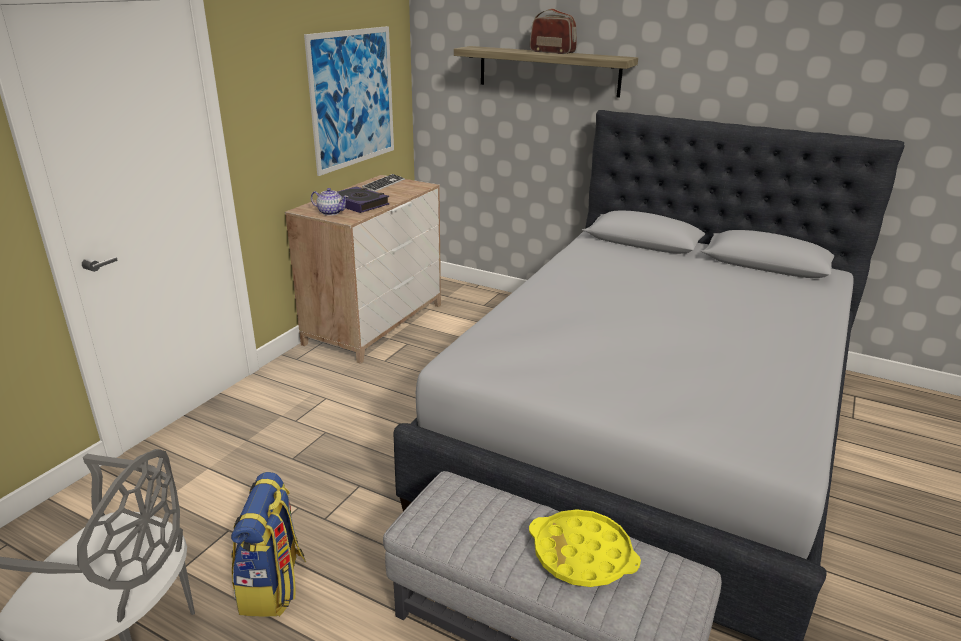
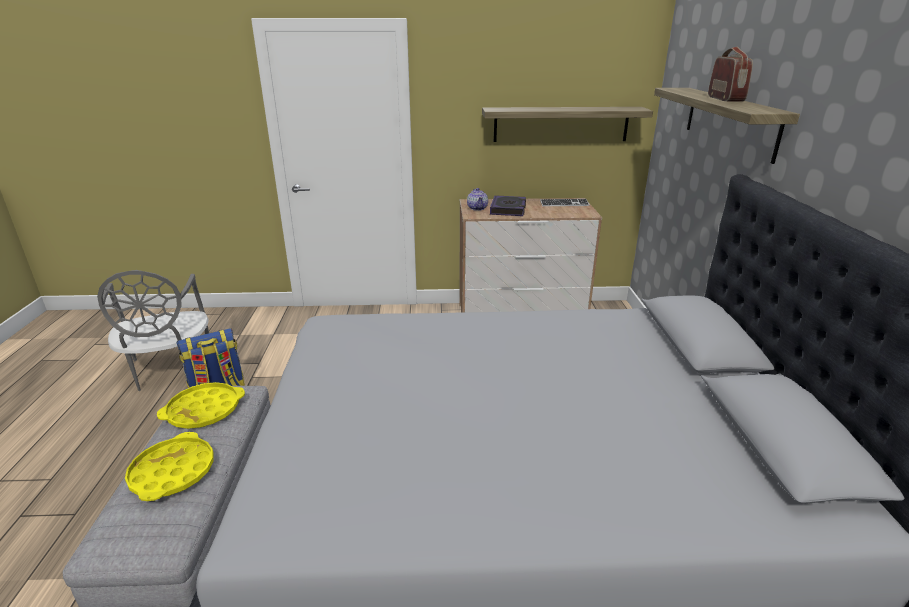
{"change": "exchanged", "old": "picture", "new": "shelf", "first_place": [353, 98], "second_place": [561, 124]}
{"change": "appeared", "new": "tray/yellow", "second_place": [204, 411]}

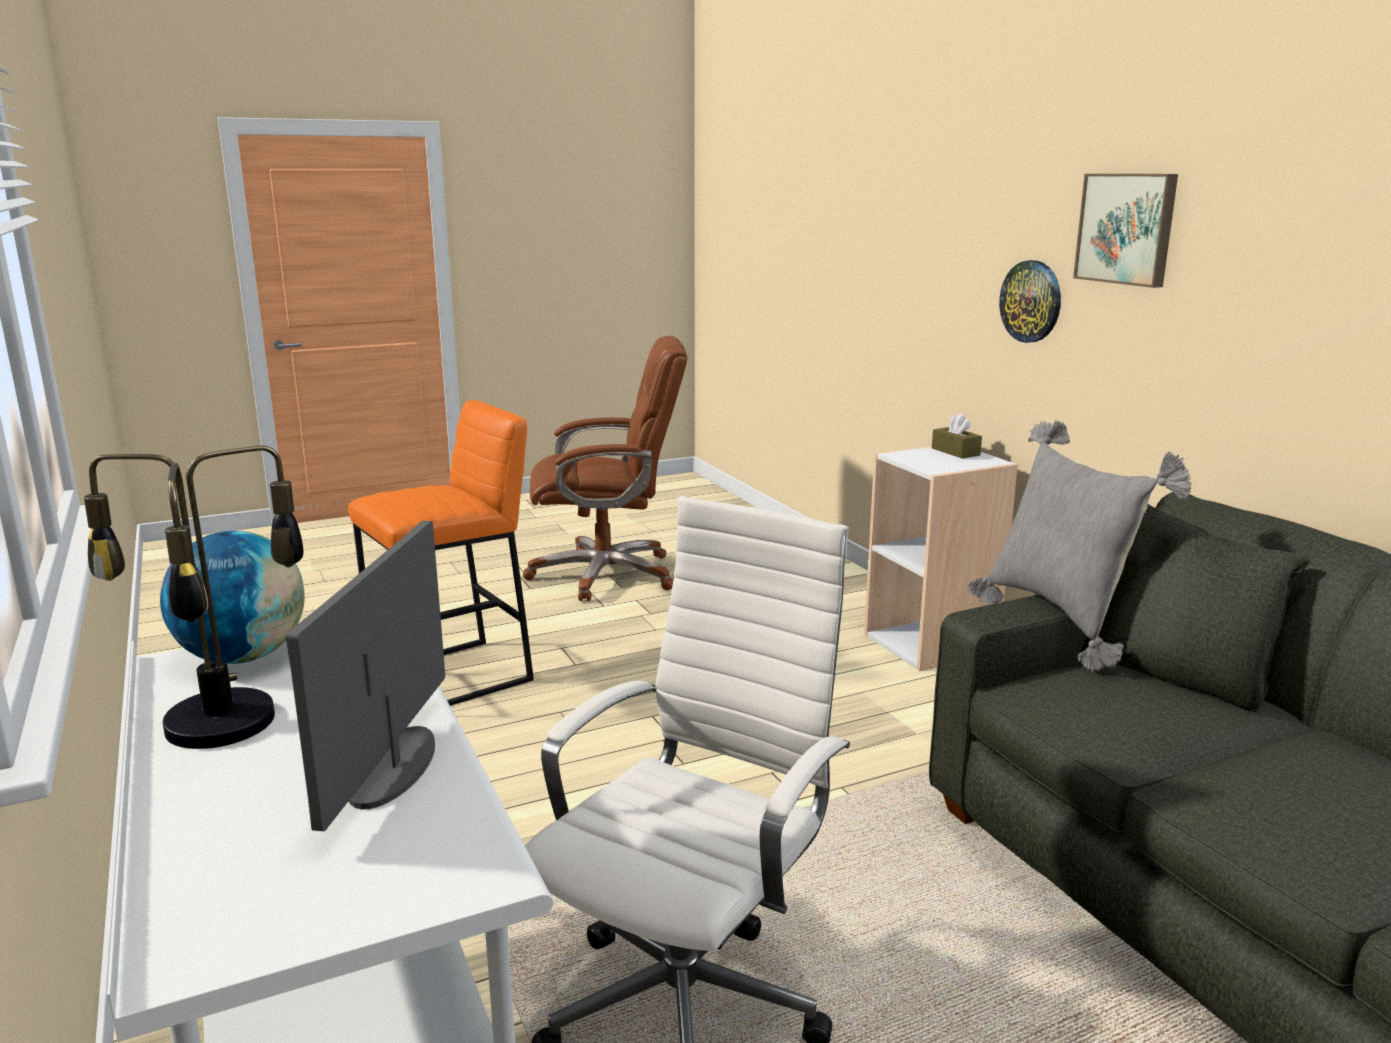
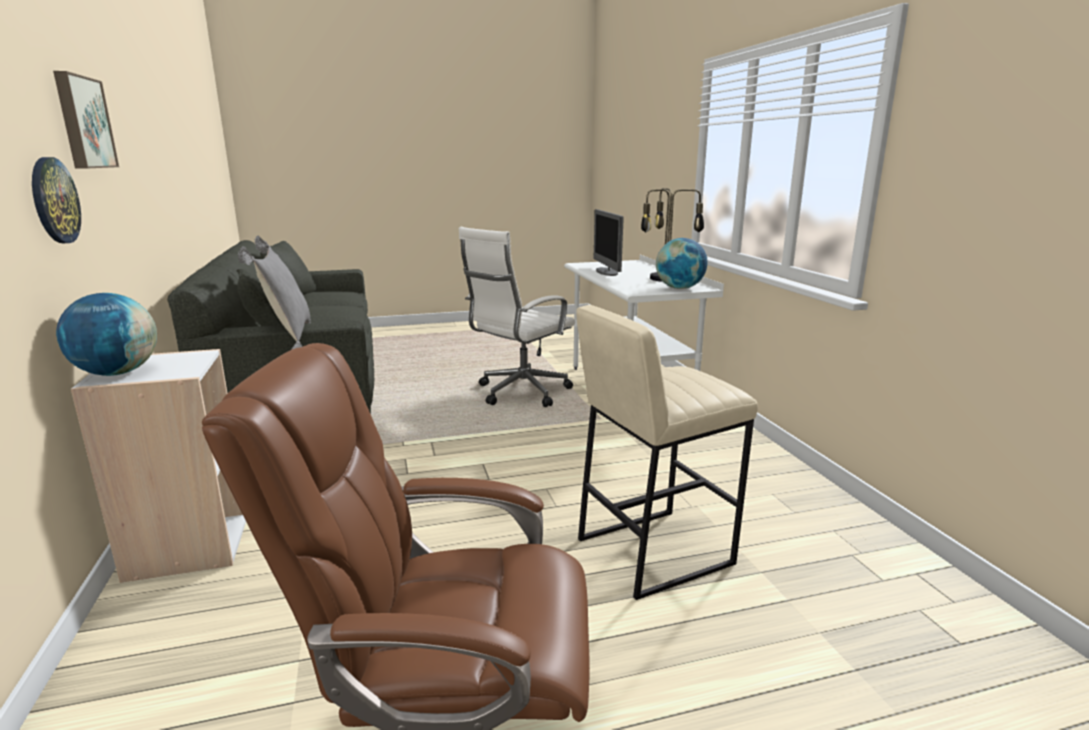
{"change": "colour", "old": "stool/orange", "new": "stool/beige", "first_place": [454, 676], "second_place": [652, 552]}
{"change": "exchanged", "old": "tissue box/brown", "new": "globe", "first_place": [955, 452], "second_place": [117, 373]}
{"change": "spun", "old": "monitor", "first_place": [392, 768], "second_place": [607, 272], "degrees": 150}

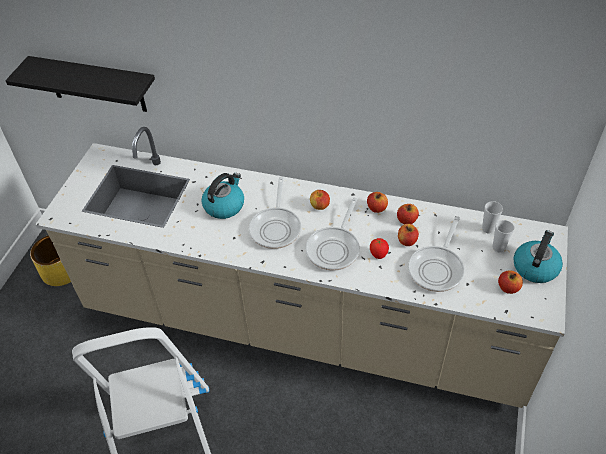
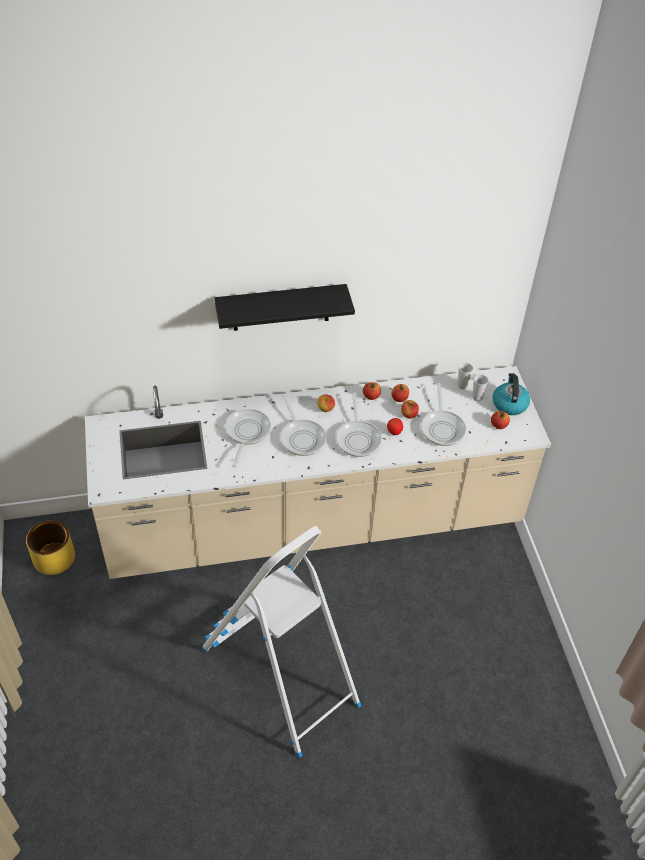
{"change": "relocated", "old": "shelf/black", "first_place": [96, 84], "second_place": [281, 307]}
{"change": "exchanged", "old": "kettle", "new": "frying pan", "first_place": [224, 205], "second_place": [246, 433]}

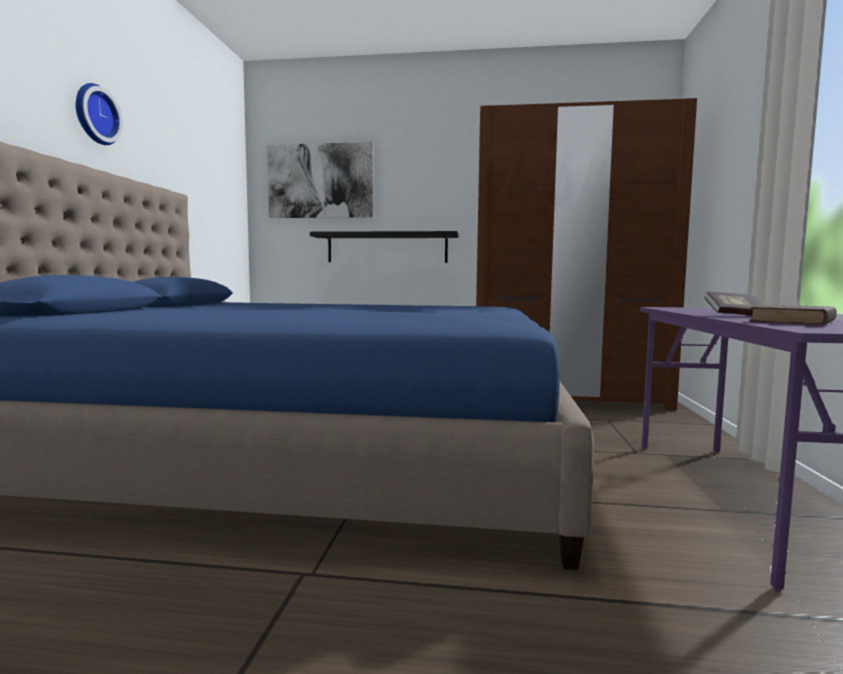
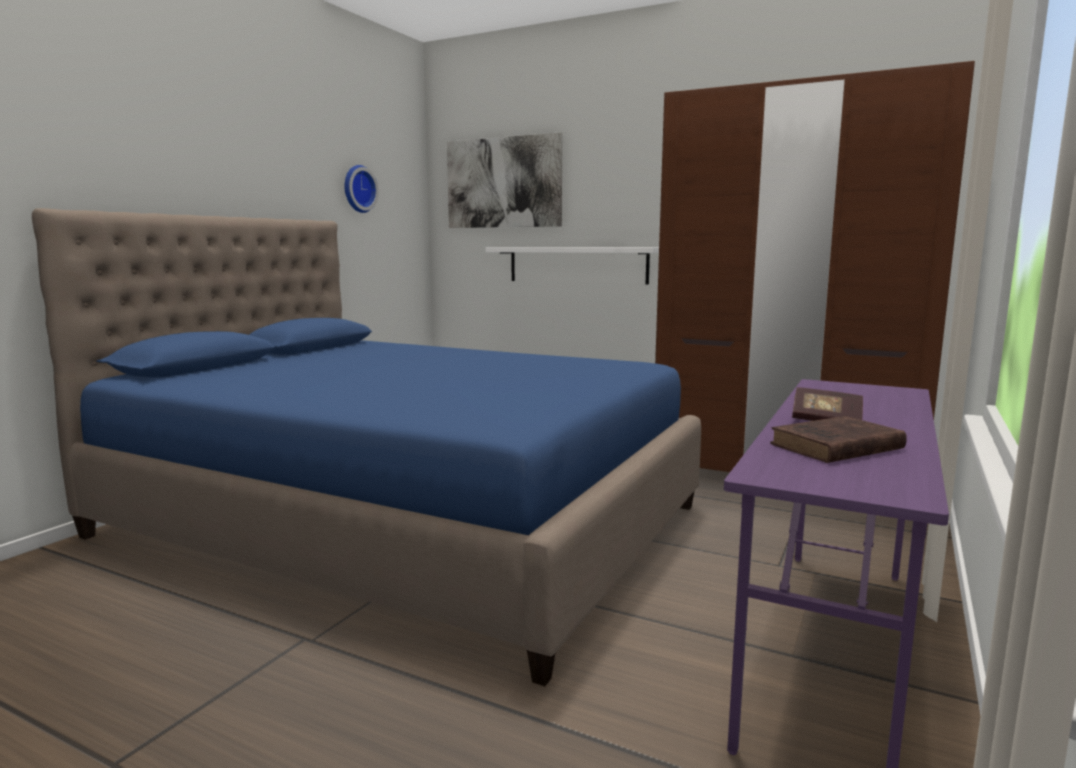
{"change": "relocated", "old": "wall clock", "first_place": [94, 115], "second_place": [357, 189]}
{"change": "colour", "old": "shelf/black", "new": "shelf/white", "first_place": [387, 248], "second_place": [577, 264]}

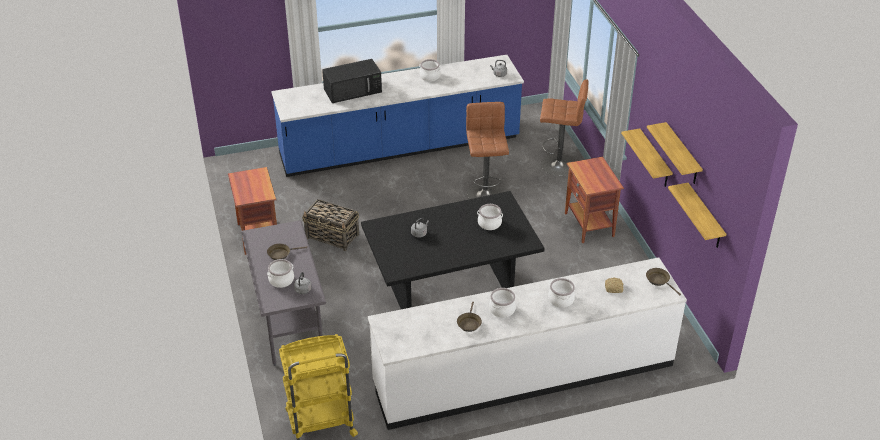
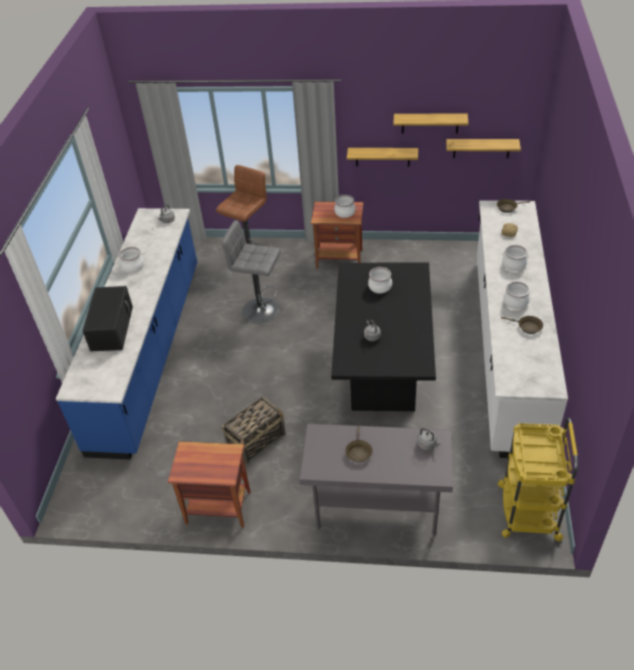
{"change": "colour", "old": "stool/brown", "new": "stool/grey", "first_place": [485, 194], "second_place": [260, 310]}
{"change": "relocated", "old": "cooking pot", "first_place": [281, 280], "second_place": [345, 212]}

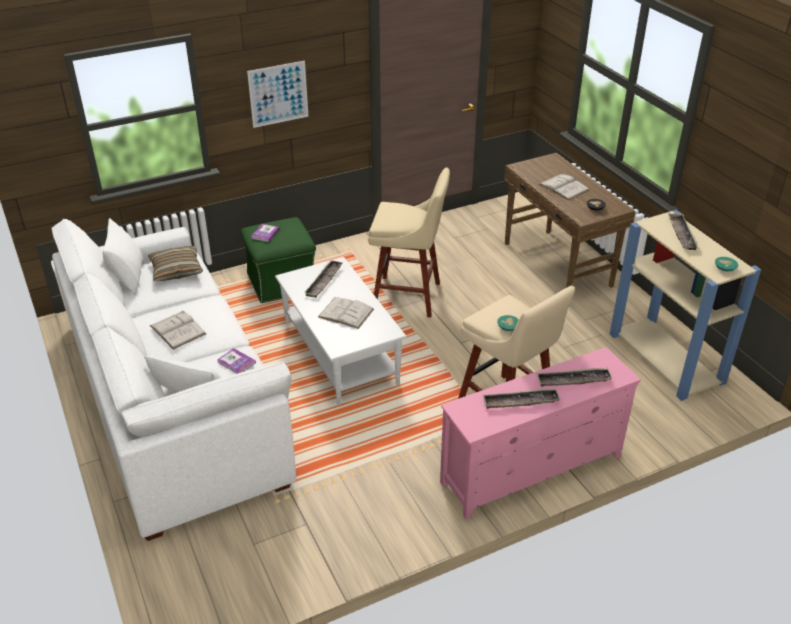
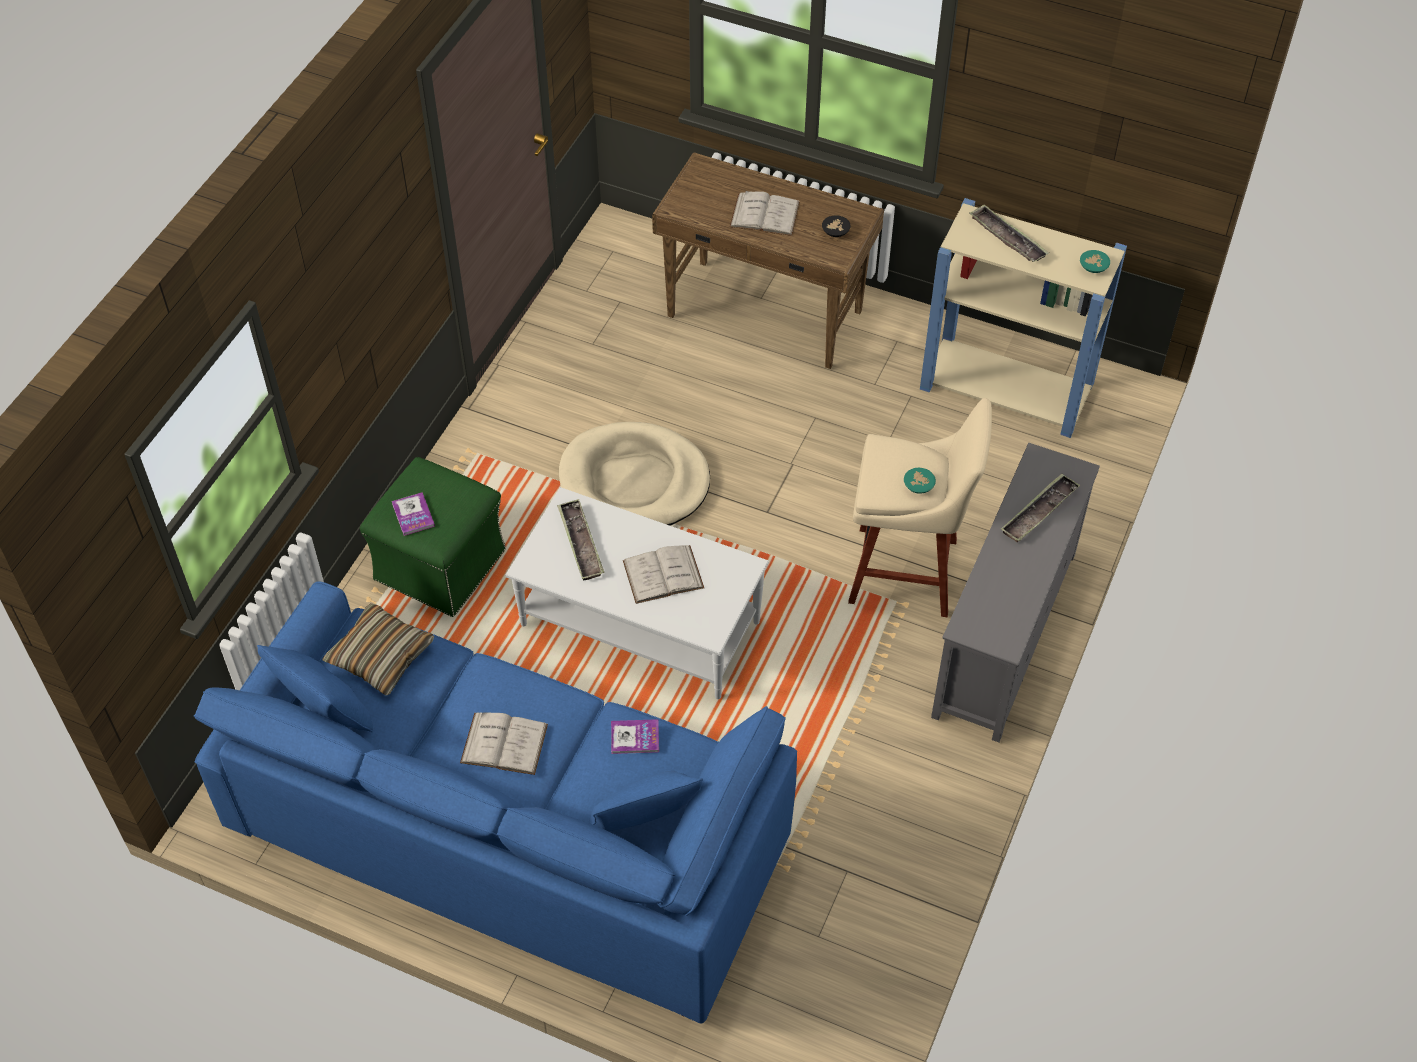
{"change": "missing", "old": "picture", "first_place": [278, 94]}
{"change": "exchanged", "old": "stool/beige", "new": "dog bed/beige", "first_place": [408, 297], "second_place": [634, 482]}
{"change": "colour", "old": "sofa/white", "new": "sofa/blue", "first_place": [175, 398], "second_place": [510, 830]}
{"change": "colour", "old": "tv stand/pink", "new": "tv stand/grey", "first_place": [531, 470], "second_place": [1005, 635]}
{"change": "missing", "old": "tray", "first_place": [520, 402]}

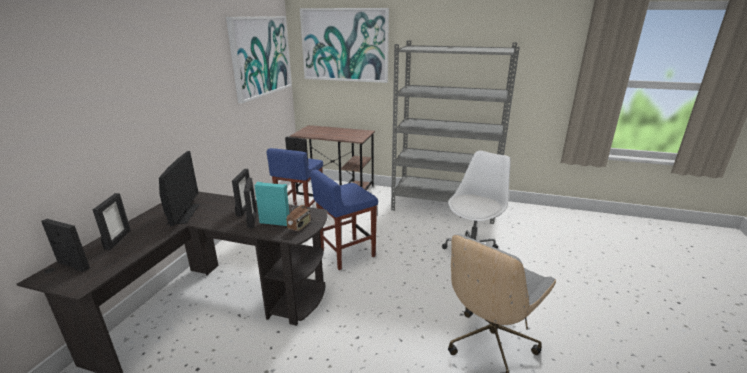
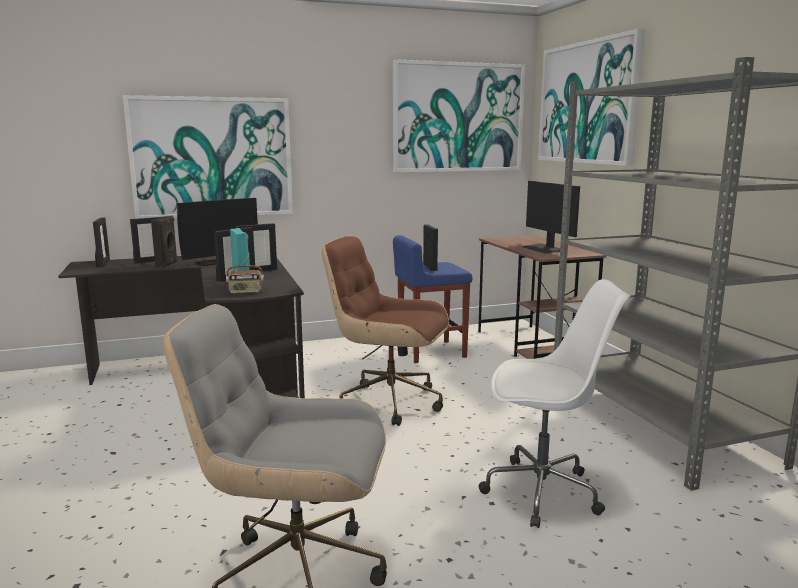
{"change": "exchanged", "old": "stool/blue", "new": "office chair/brown", "first_place": [346, 253], "second_place": [387, 402]}
{"change": "appeared", "new": "picture", "second_place": [212, 157]}
{"change": "appeared", "new": "monitor", "second_place": [544, 249]}
{"change": "appeared", "new": "speaker/black", "second_place": [167, 264]}

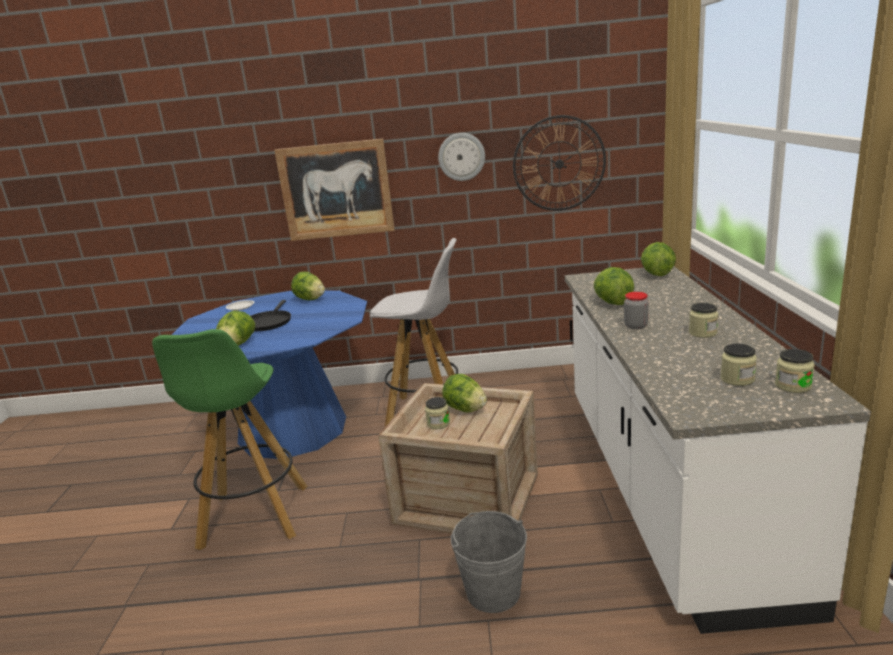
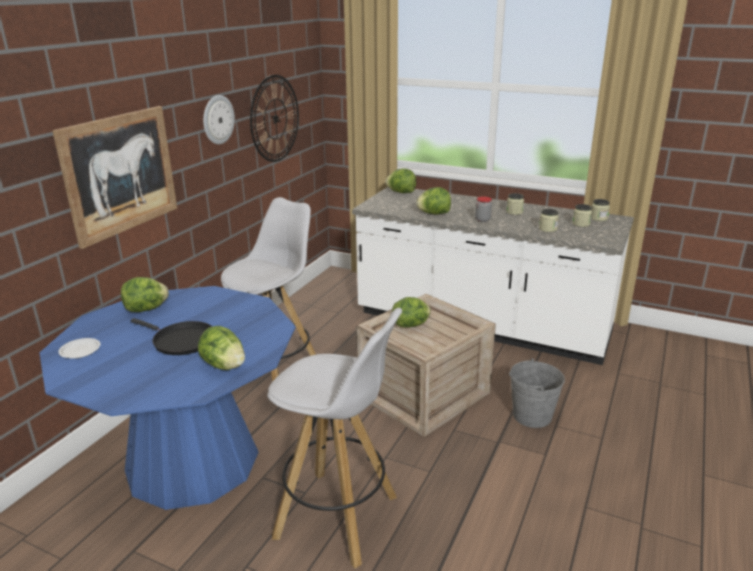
{"change": "colour", "old": "stool/green", "new": "stool/white", "first_place": [254, 518], "second_place": [339, 517]}
{"change": "relocated", "old": "jar", "first_place": [438, 423], "second_place": [548, 229]}

